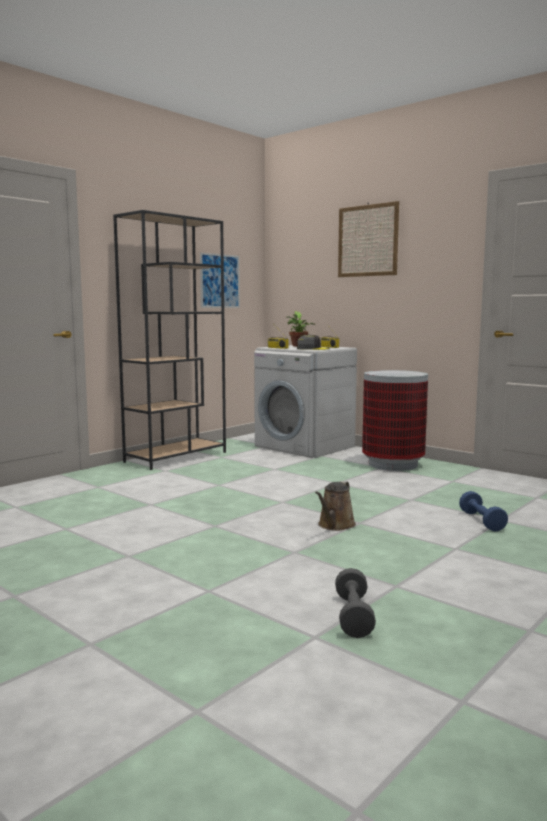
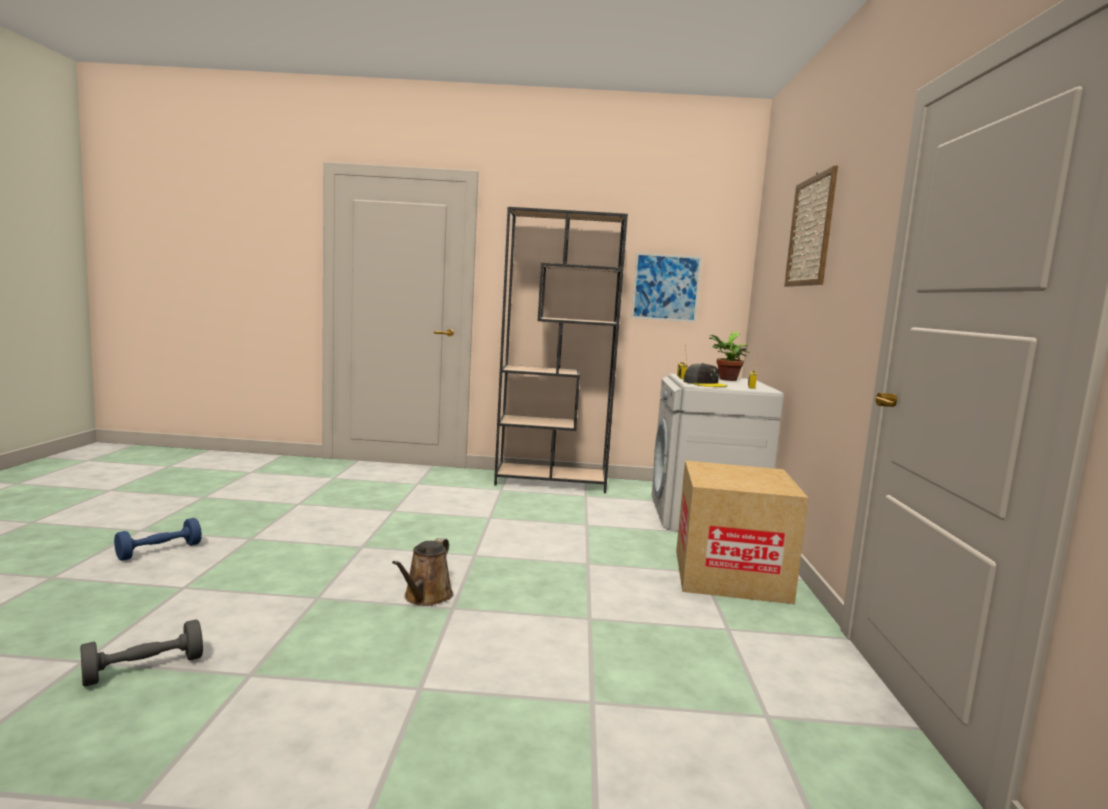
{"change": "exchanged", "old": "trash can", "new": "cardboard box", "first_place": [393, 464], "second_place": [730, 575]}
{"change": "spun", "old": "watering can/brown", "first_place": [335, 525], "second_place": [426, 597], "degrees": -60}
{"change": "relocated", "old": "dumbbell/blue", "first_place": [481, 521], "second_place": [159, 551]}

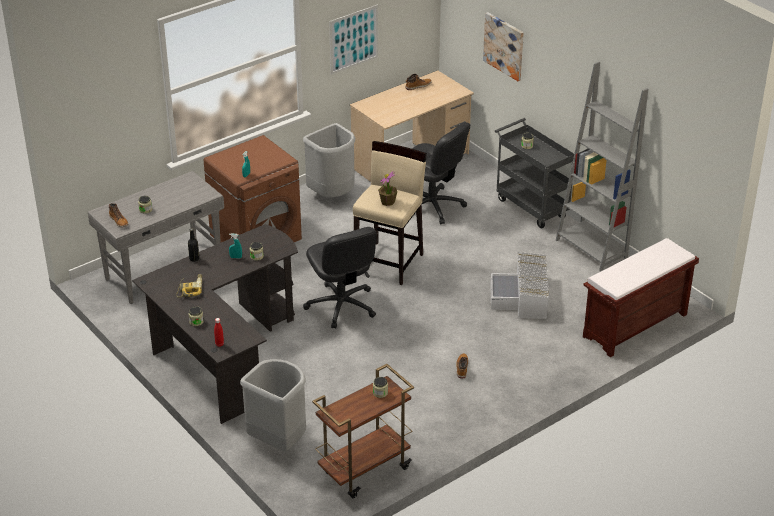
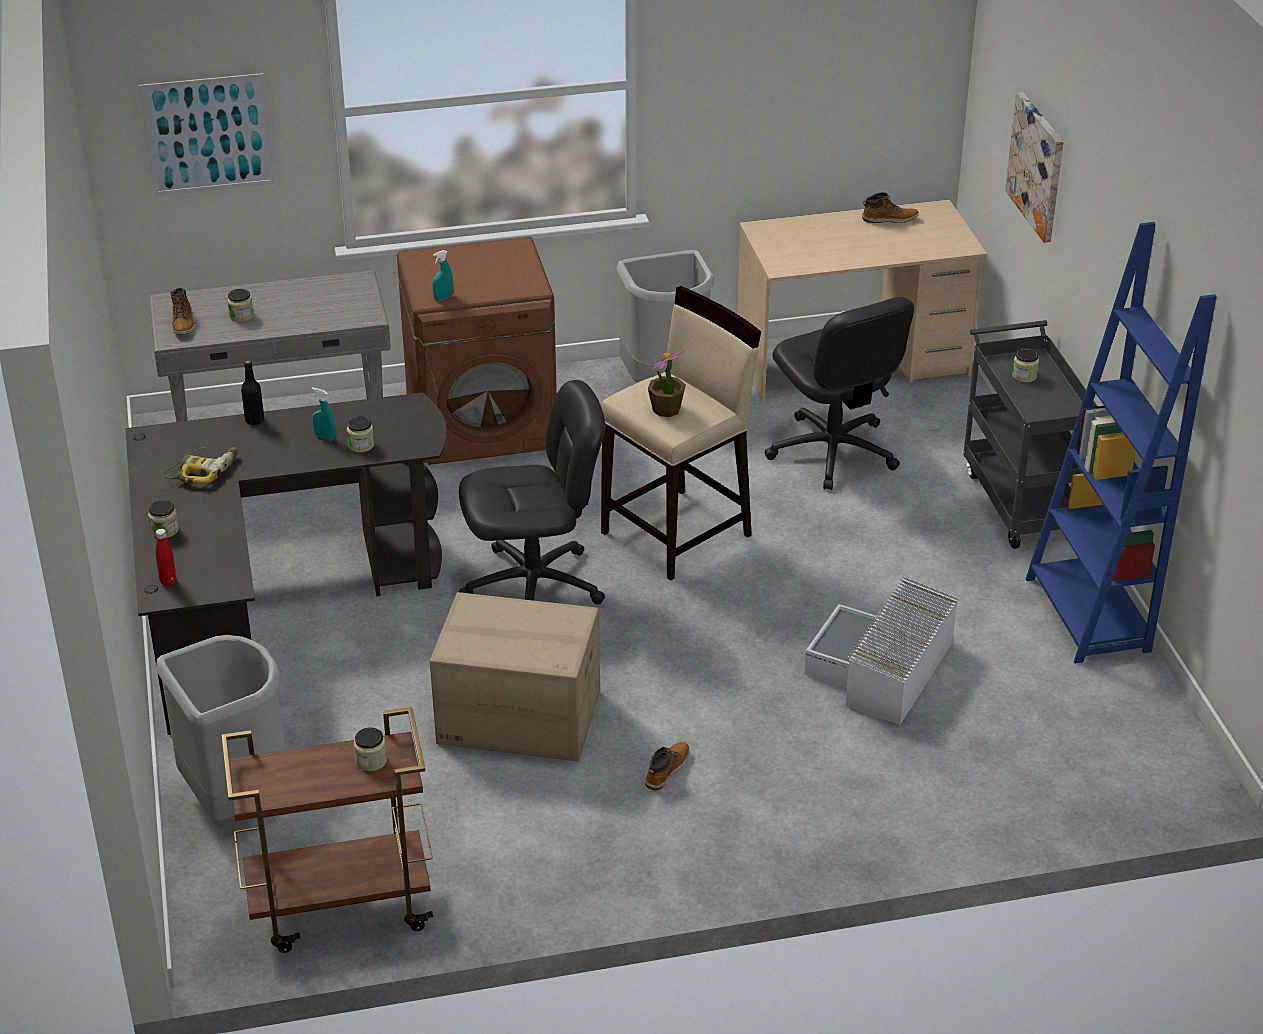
{"change": "relocated", "old": "picture", "first_place": [353, 39], "second_place": [208, 135]}
{"change": "colour", "old": "bookcase/grey", "new": "bookcase/blue", "first_place": [591, 248], "second_place": [1088, 614]}
{"change": "spun", "old": "office chair/black", "first_place": [341, 306], "second_place": [534, 586], "degrees": -105}
{"change": "missing", "old": "bench/brown", "first_place": [634, 326]}
{"change": "appeared", "new": "cardboard box", "second_place": [518, 718]}

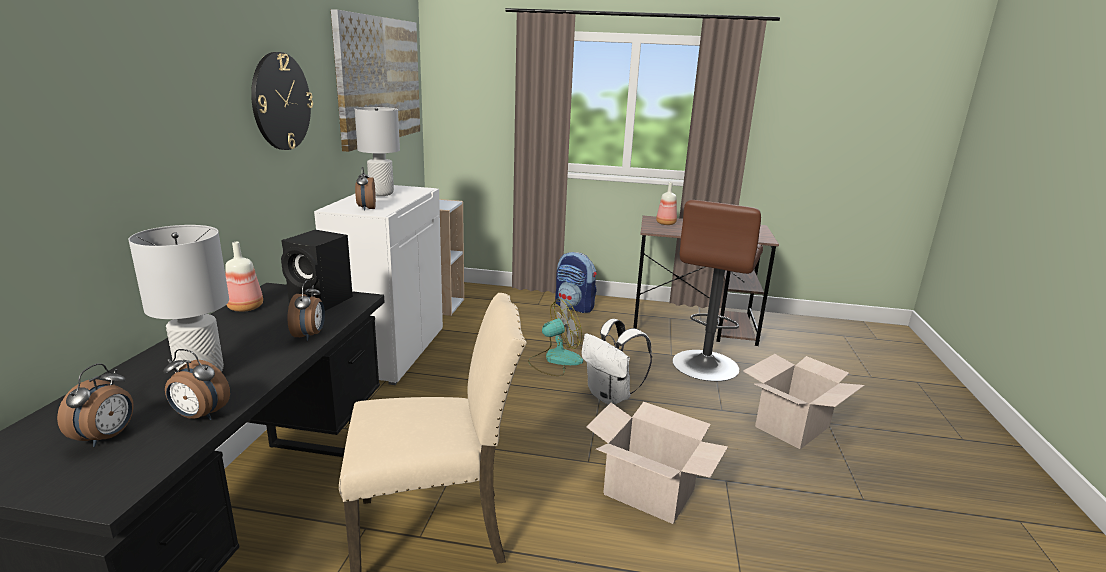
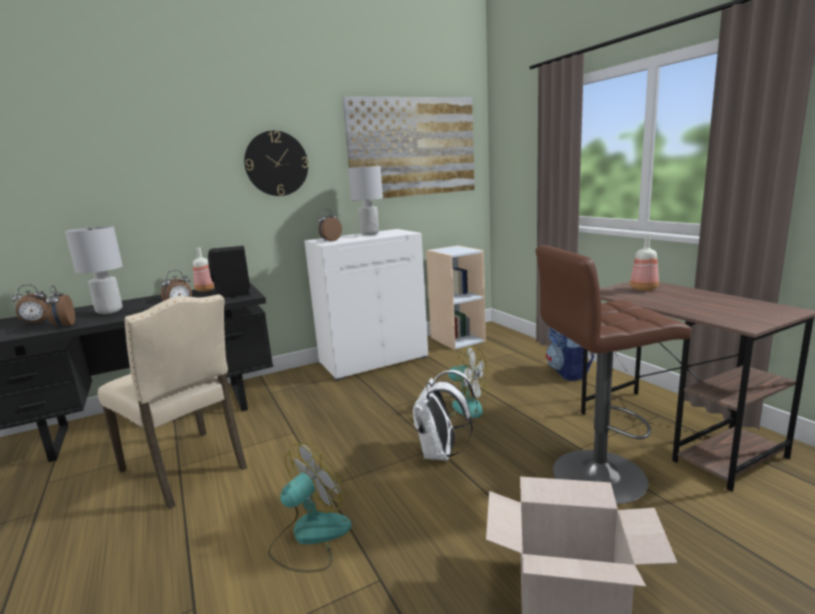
{"change": "exchanged", "old": "cardboard box", "new": "fan", "first_place": [648, 492], "second_place": [310, 537]}

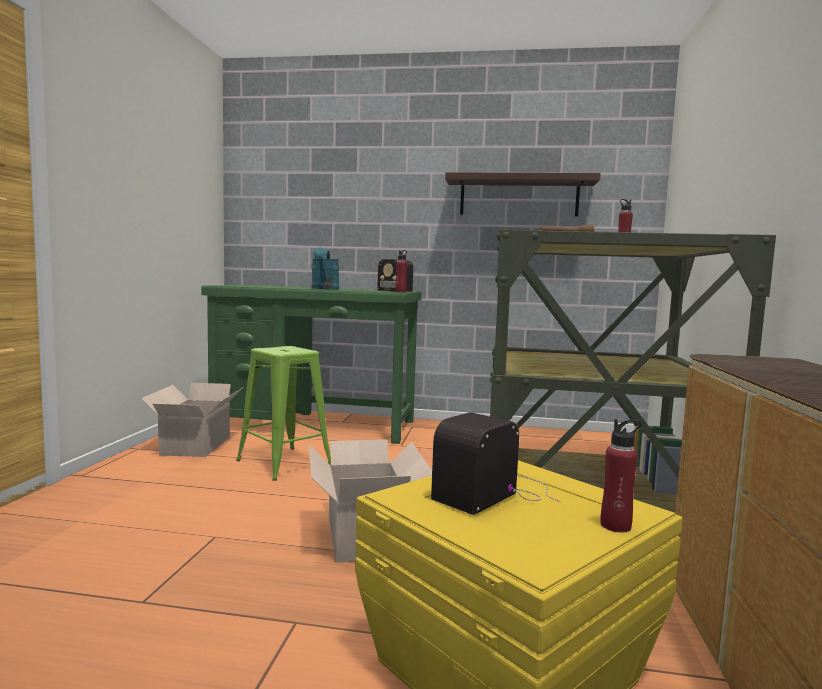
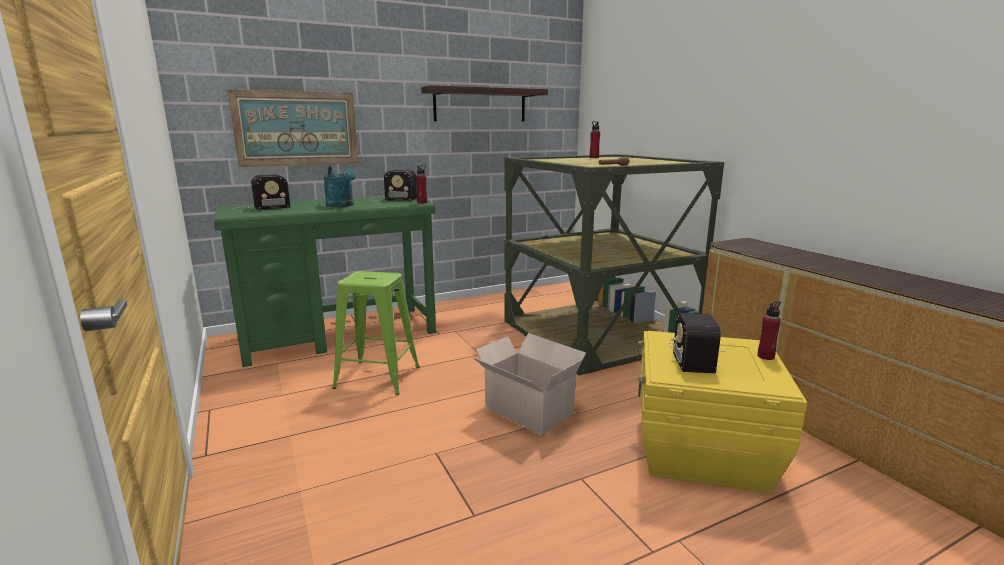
{"change": "missing", "old": "cardboard box", "first_place": [194, 446]}
{"change": "appeared", "new": "picture", "second_place": [297, 128]}
{"change": "appeared", "new": "radio", "second_place": [259, 208]}

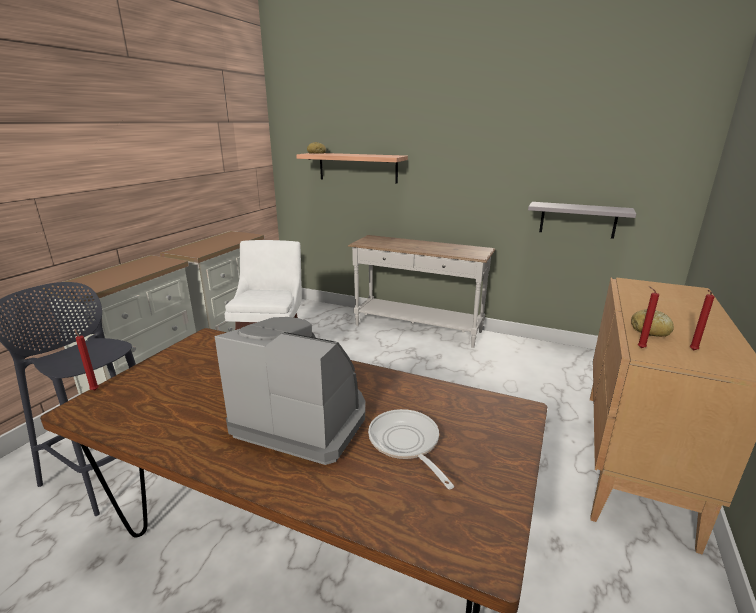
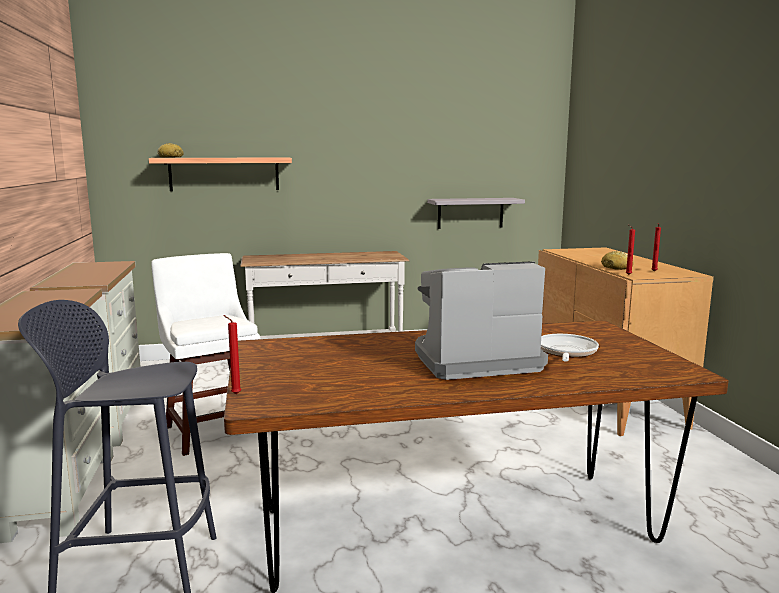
{"change": "spun", "old": "frying pan", "first_place": [406, 444], "second_place": [566, 352], "degrees": 75}

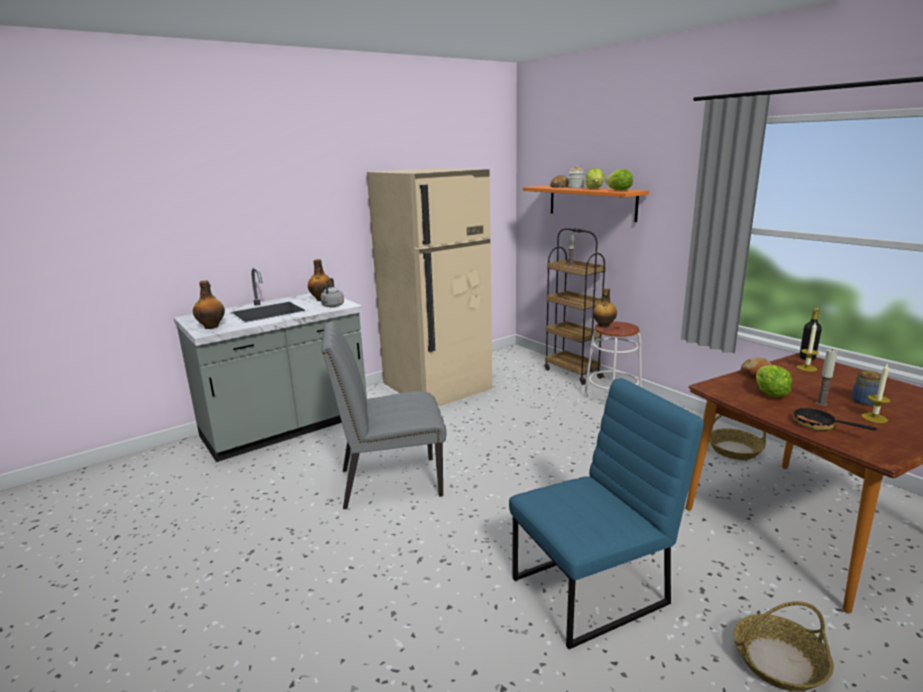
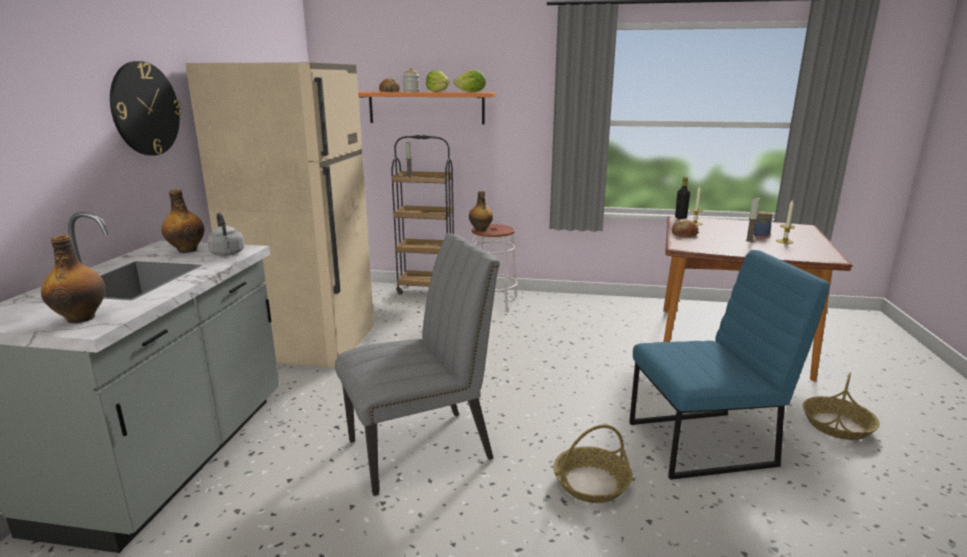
{"change": "spun", "old": "chair/grey", "first_place": [391, 482], "second_place": [419, 450], "degrees": -150}
{"change": "missing", "old": "lettuce", "first_place": [769, 394]}
{"change": "spun", "old": "chair/blue", "first_place": [593, 589], "second_place": [705, 443], "degrees": 60}
{"change": "missing", "old": "frying pan", "first_place": [820, 426]}
{"change": "relocated", "old": "basket", "first_place": [734, 450], "second_place": [591, 483]}
{"change": "appeared", "new": "wall clock", "second_place": [145, 109]}

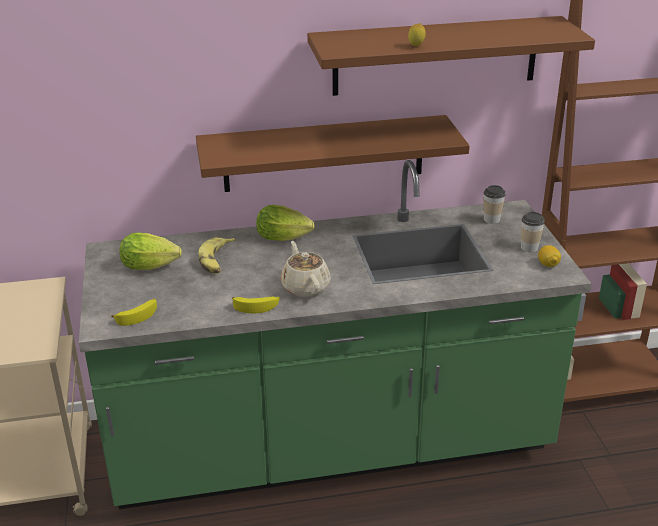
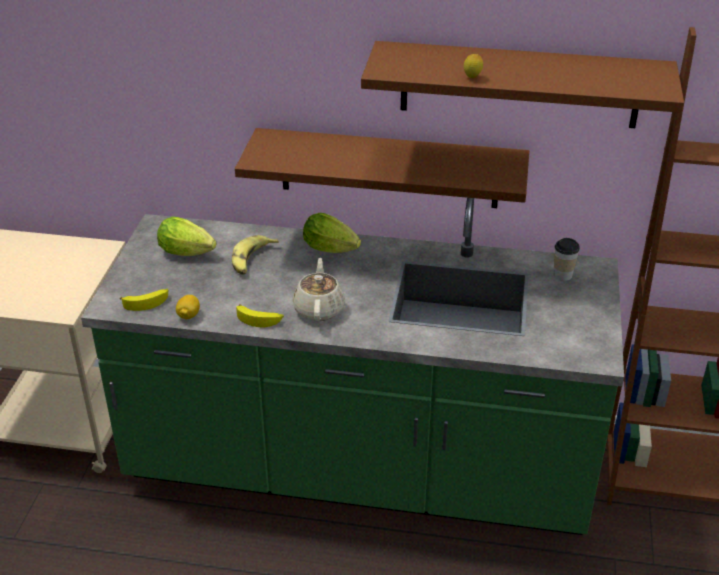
{"change": "missing", "old": "cup", "first_place": [529, 247]}
{"change": "relocated", "old": "lemon", "first_place": [548, 264], "second_place": [189, 315]}

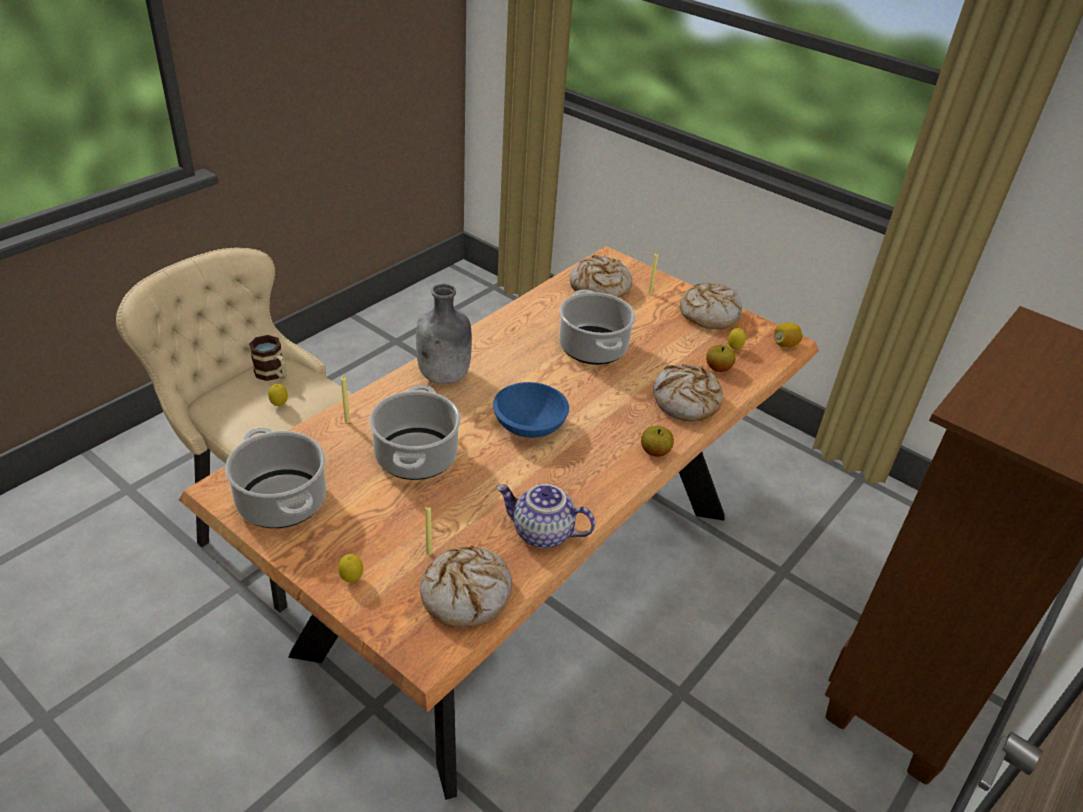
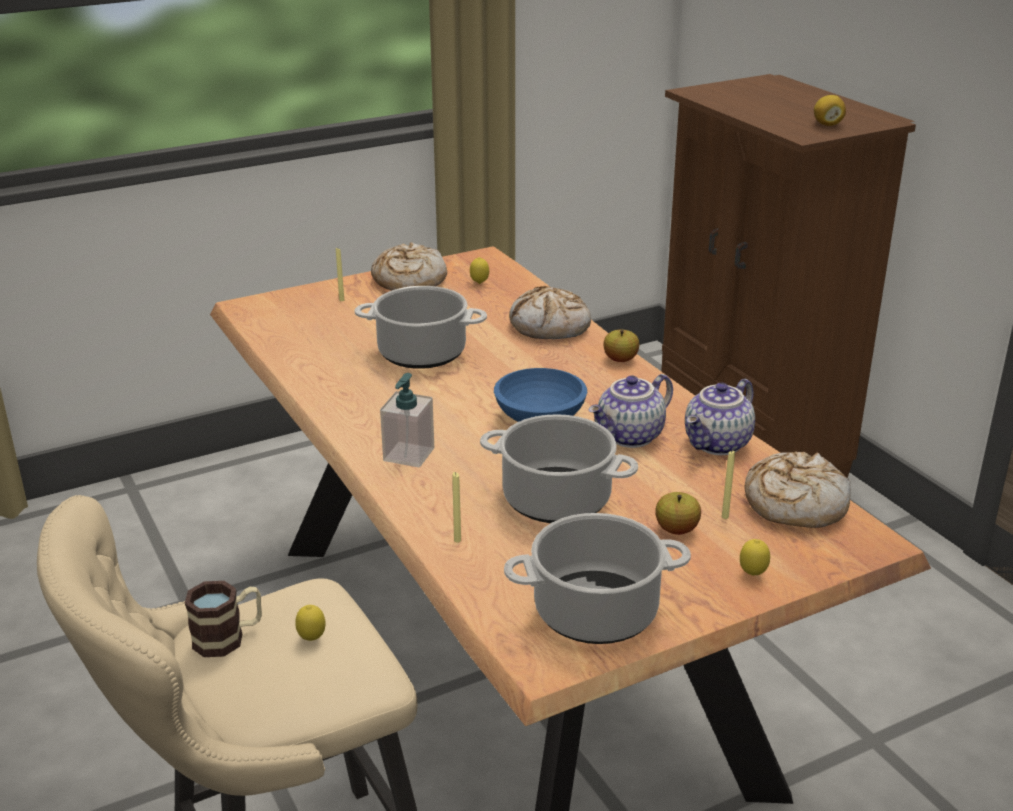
{"change": "missing", "old": "bread", "first_place": [599, 287]}
{"change": "exchanged", "old": "bottle/grey", "new": "soap dispenser", "first_place": [444, 376], "second_place": [408, 454]}
{"change": "relocated", "old": "lemon", "first_place": [785, 344], "second_place": [827, 124]}
{"change": "relocated", "old": "apple", "first_place": [718, 368], "second_place": [676, 530]}
{"change": "appeared", "new": "teapot", "second_place": [630, 437]}

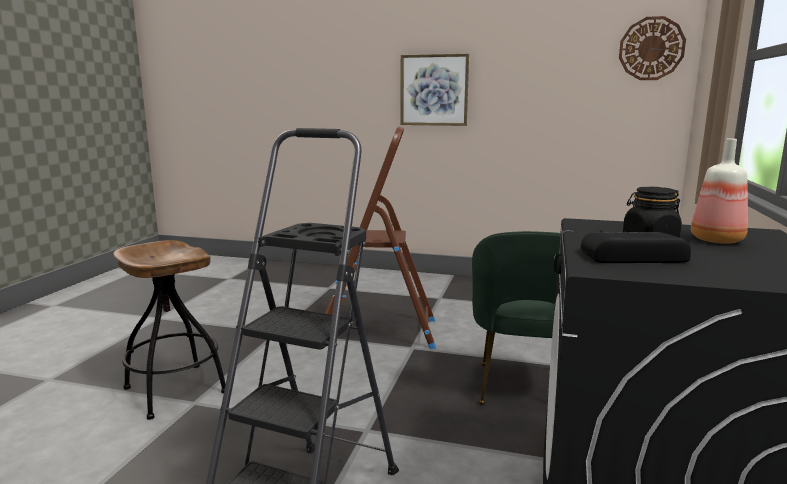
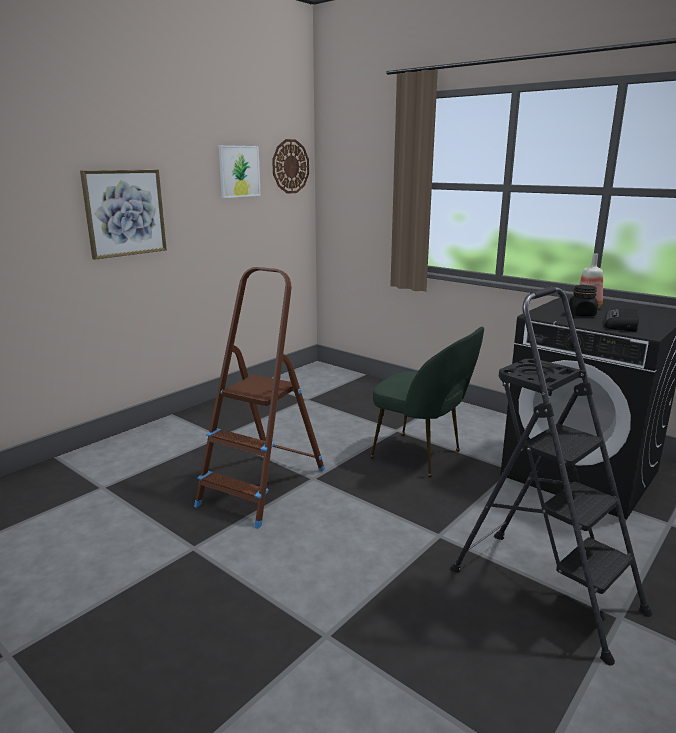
{"change": "missing", "old": "stool/brown", "first_place": [175, 389]}
{"change": "appeared", "new": "picture", "second_place": [239, 171]}

